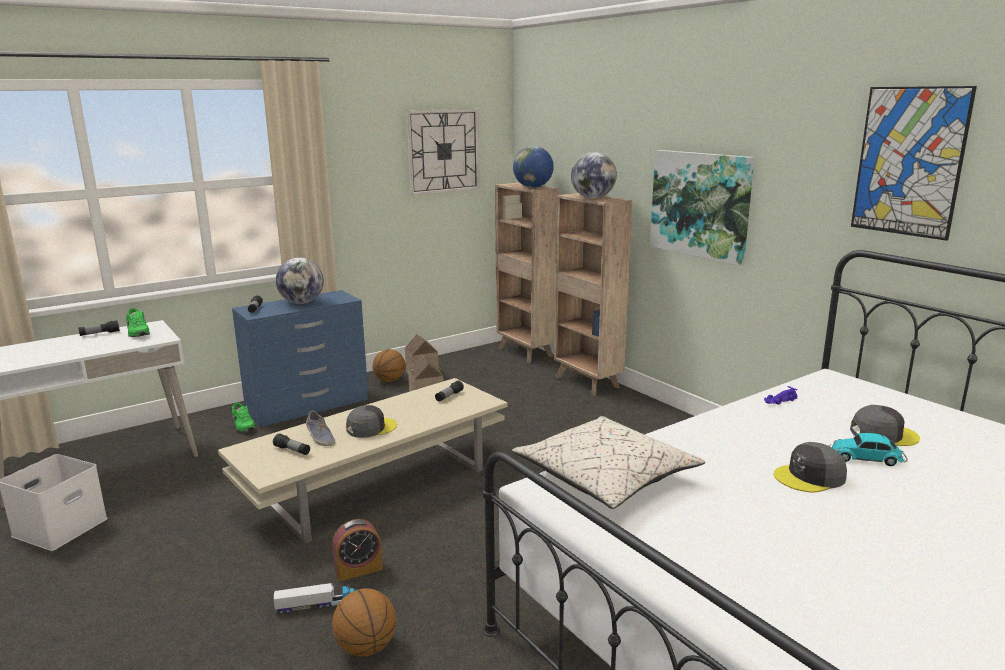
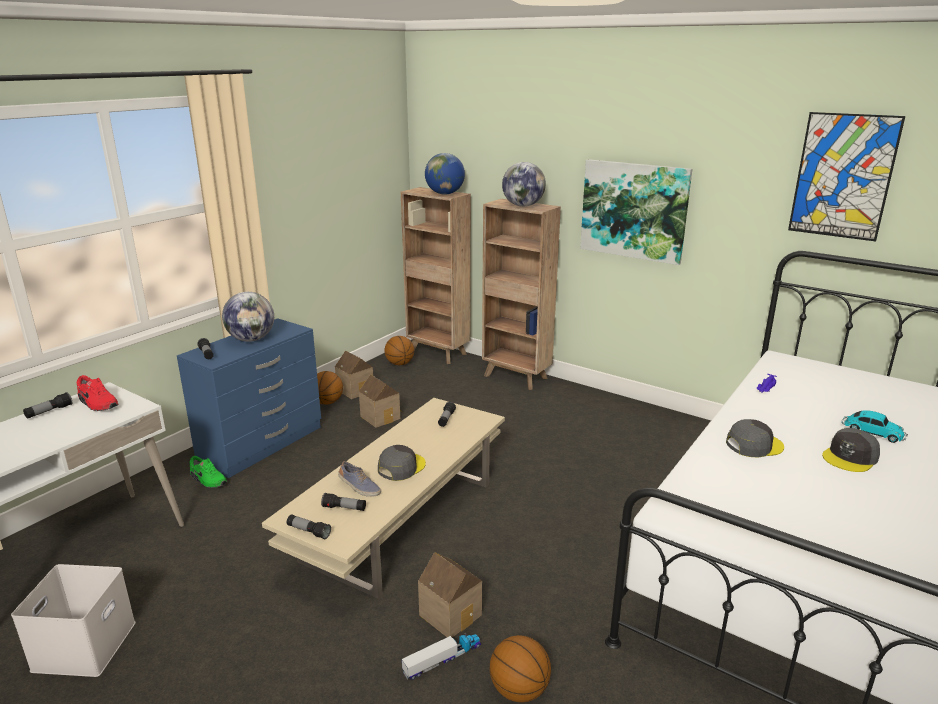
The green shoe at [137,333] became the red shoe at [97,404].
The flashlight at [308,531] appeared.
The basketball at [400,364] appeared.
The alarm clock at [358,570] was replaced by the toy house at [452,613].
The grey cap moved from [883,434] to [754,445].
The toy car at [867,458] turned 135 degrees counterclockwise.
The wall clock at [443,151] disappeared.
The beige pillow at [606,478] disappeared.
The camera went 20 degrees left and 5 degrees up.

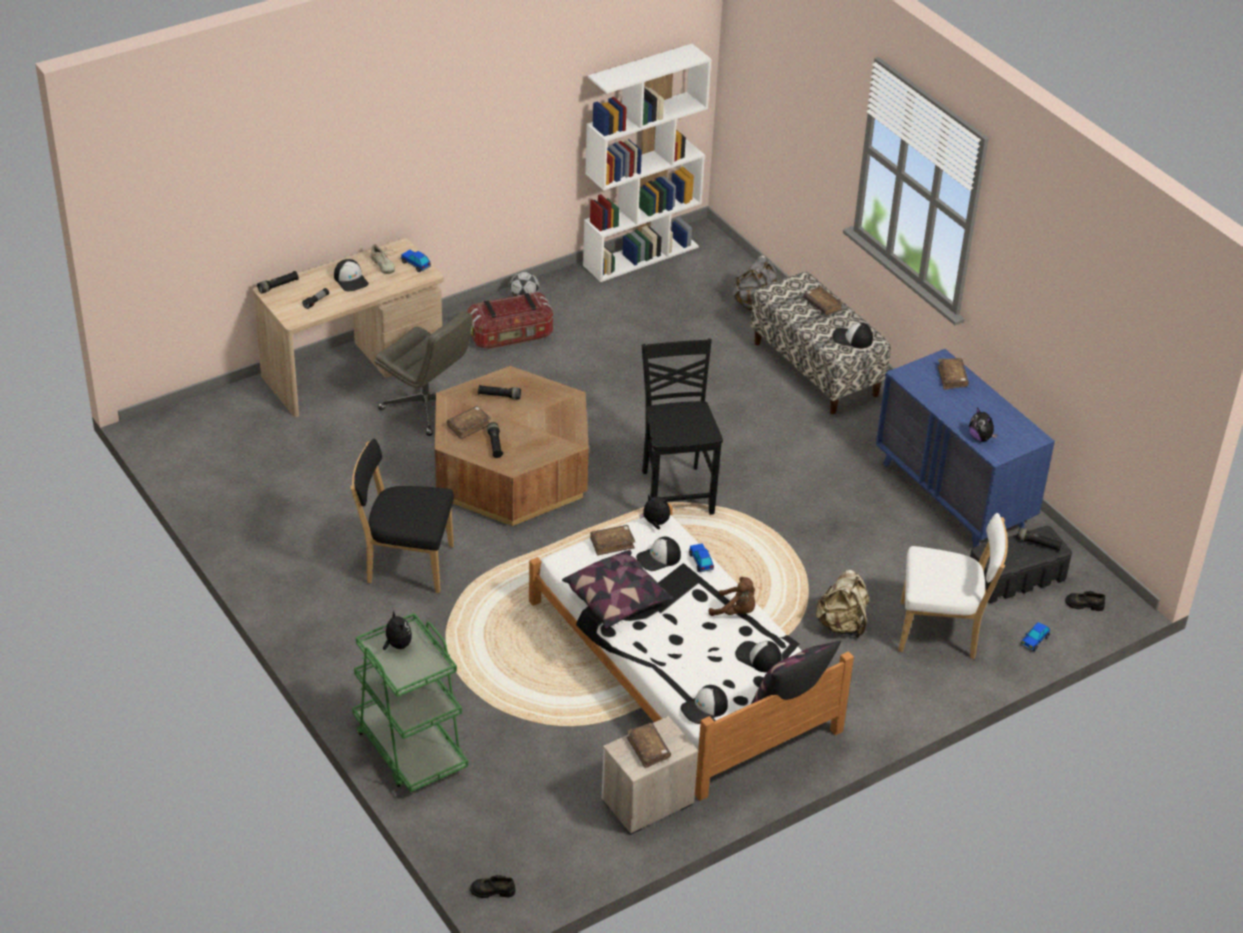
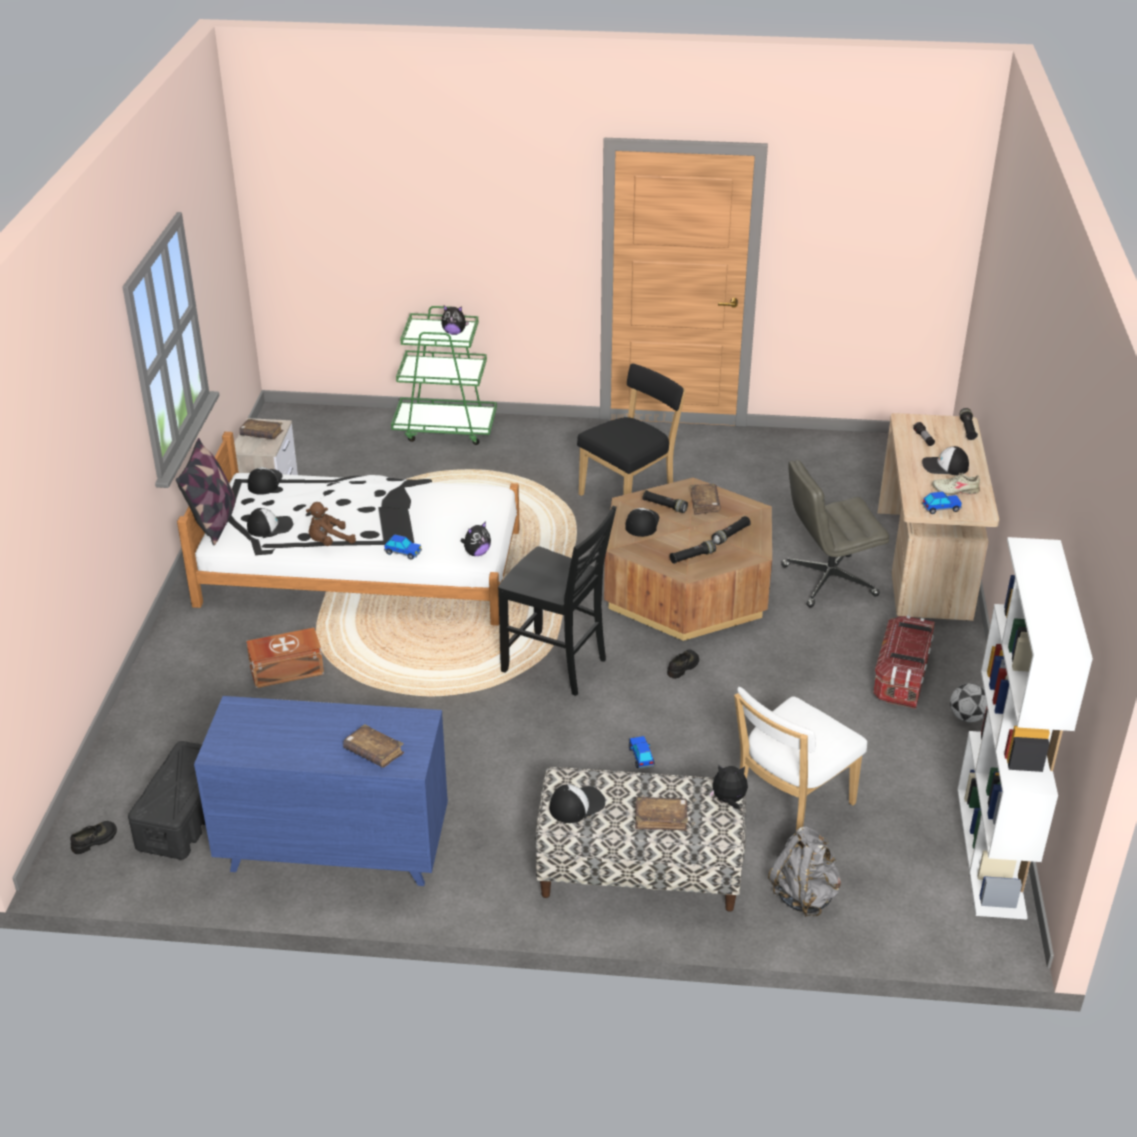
The beige backpack at [842,625] was replaced by the brown storage box at [285,670].
The cap moved from [658,558] to [641,523].
The toy car moved from [1034,641] to [641,757].
The black shoe moved from [492,890] to [683,667].
The black flashlight moved from [1038,544] to [692,557].
The plush toy moved from [980,437] to [728,801].
The white chair moved from [942,631] to [789,807].
The pillow at [617,600] disappeared.
The brown book at [612,543] disappeared.
The camera went 130 degrees right and 5 degrees down.

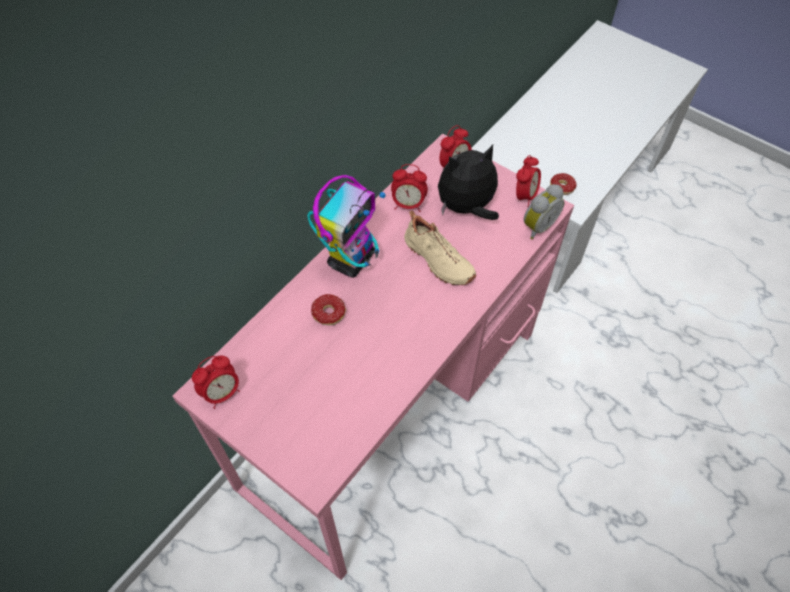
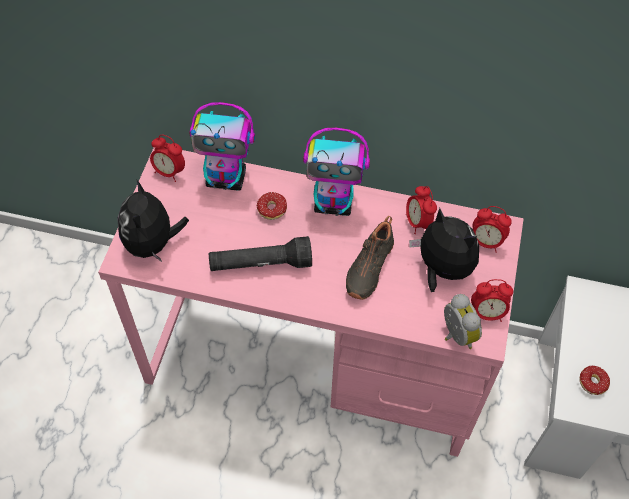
The plush toy at [153,244] appeared.
The toy robot at [227,179] appeared.
The black flashlight at [260,264] appeared.
The beige shoe at [437,260] became the black shoe at [368,267].
The alarm clock at [537,226] turned 135 degrees counterclockwise.
The camera went 65 degrees right and 0 degrees up.

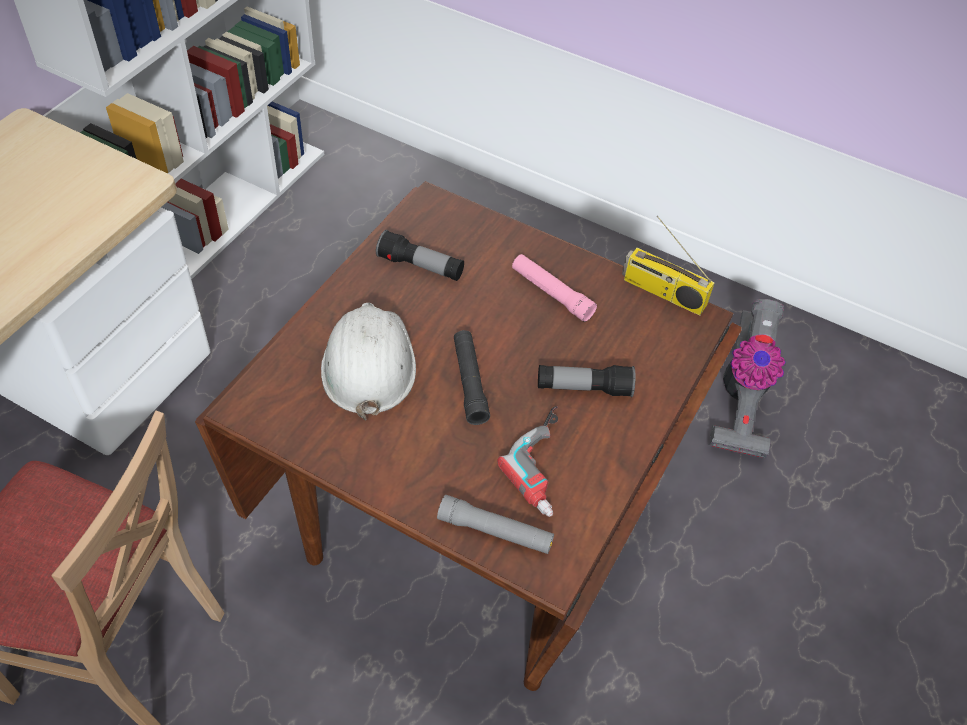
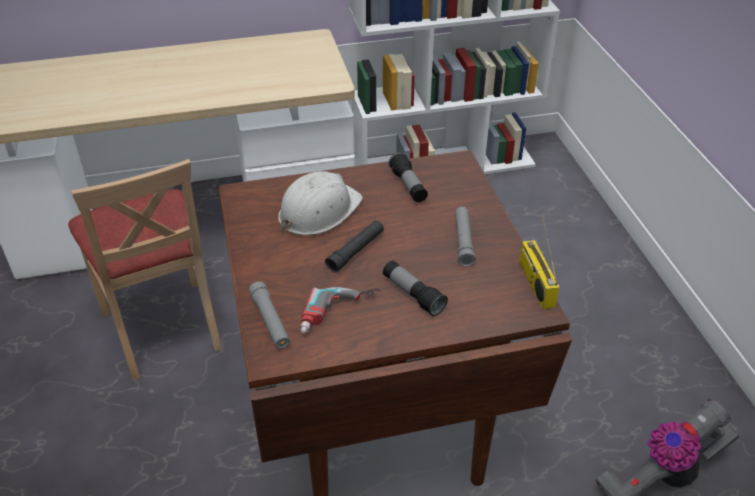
The pink flashlight at [551,293] became the grey flashlight at [463,241].
The camera went 50 degrees right and 10 degrees down.

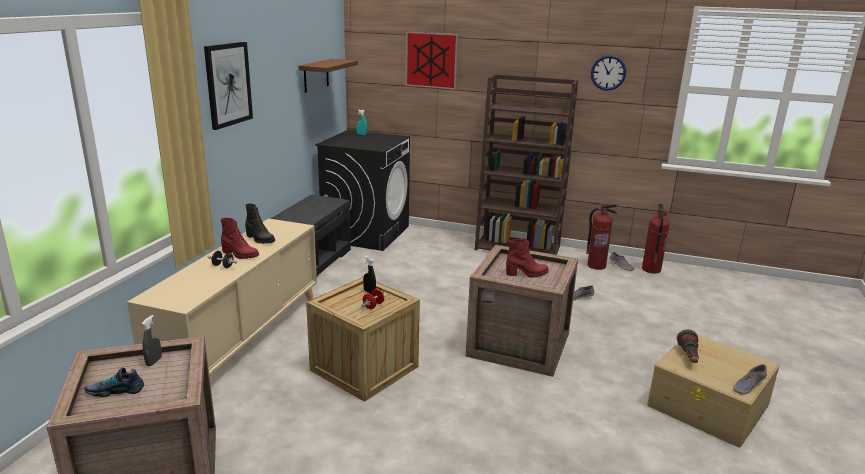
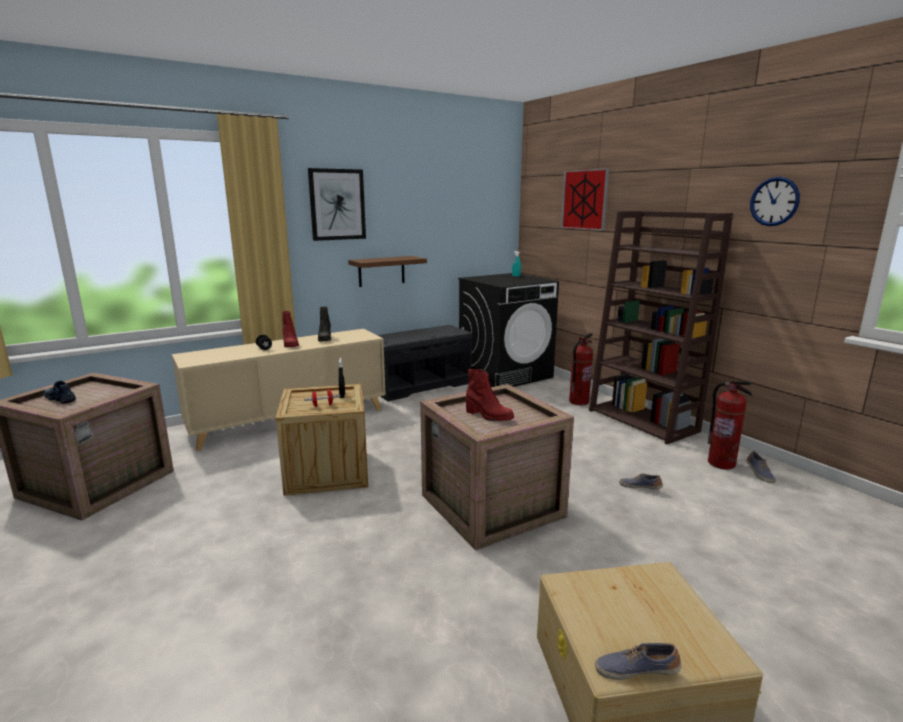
The brown shelf moved from [316,75] to [381,271].
The fire extinguisher moved from [651,269] to [579,402].
The grey spray bottle at [154,362] disappeared.
The flashlight at [688,357] disappeared.
The camera went 40 degrees right and 5 degrees down.

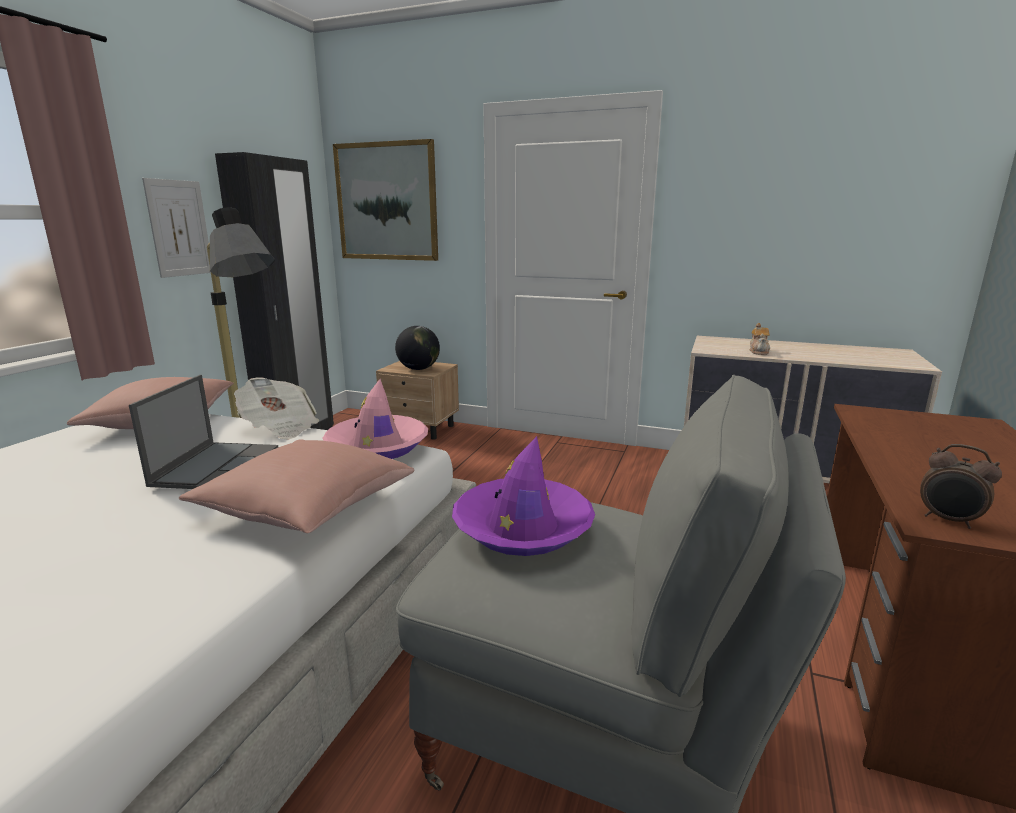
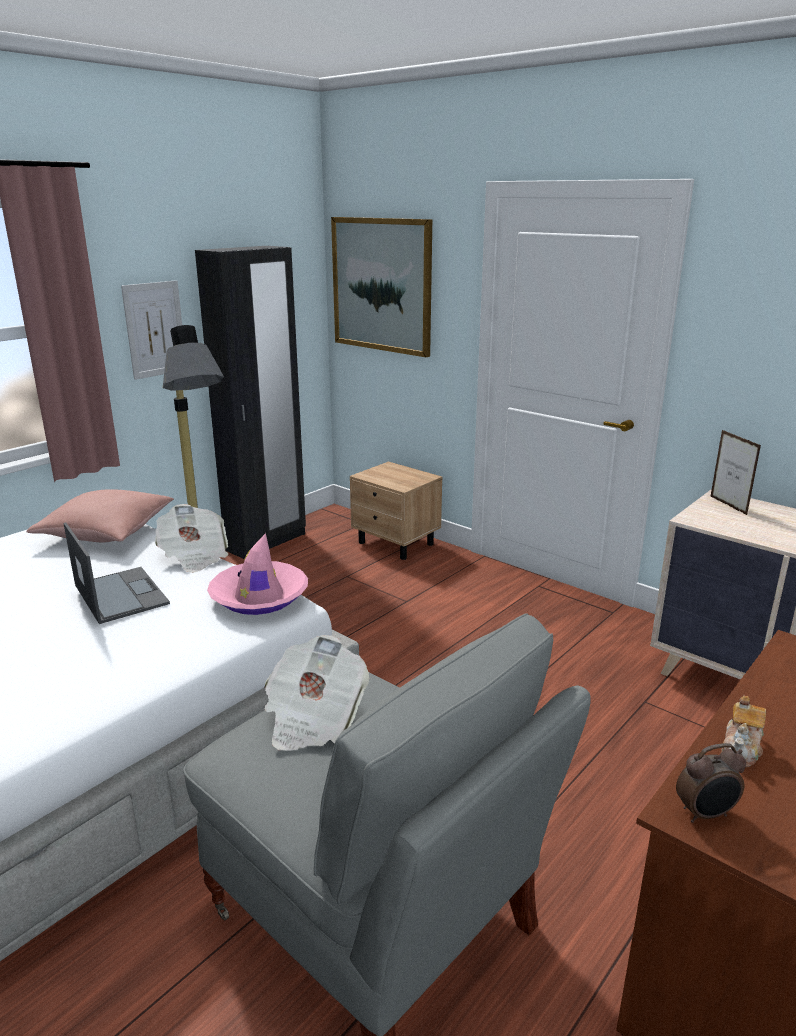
The laptop at [217,465] turned 60 degrees counterclockwise.
The purple hat at [523,527] was replaced by the newspaper at [313,718].
The alarm clock at [948,520] turned 75 degrees counterclockwise.
The picture frame at [728,505] appeared.
The teapot moved from [759,352] to [741,750].
The pink pillow at [306,508] disappeared.
The globe at [418,369] disappeared.
The camera went 20 degrees right and 5 degrees up.

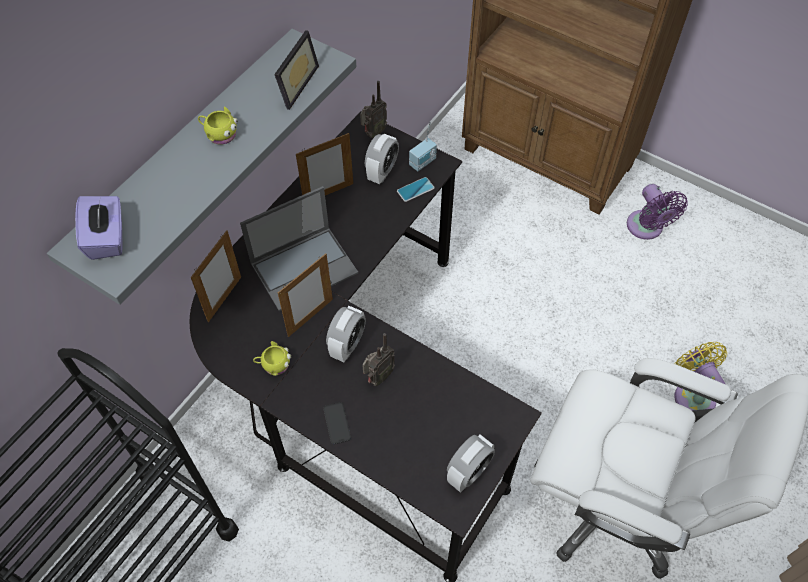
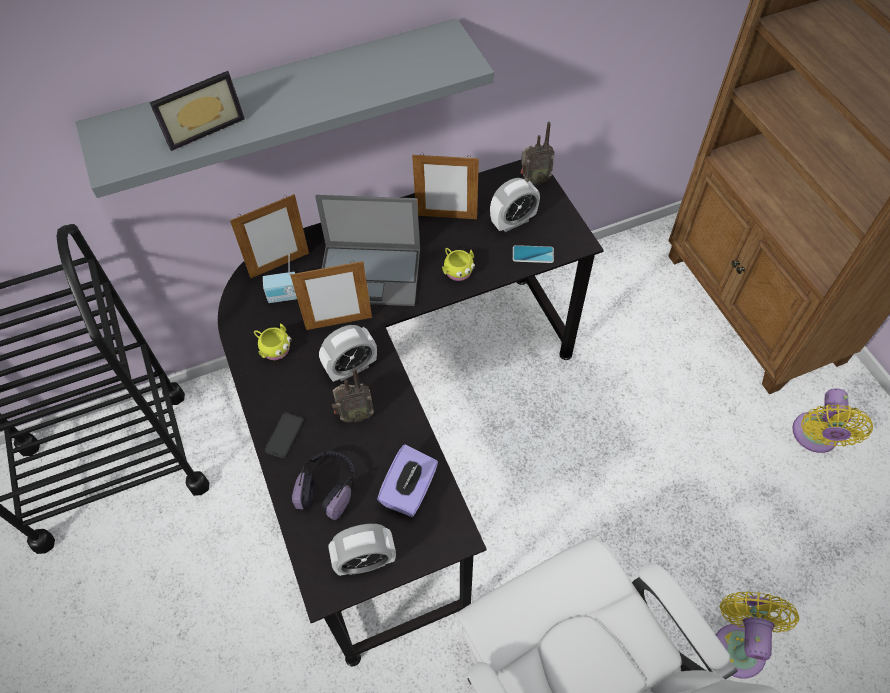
The picture frame moved from [293,84] to [202,126].
The radio moved from [423,163] to [284,297].
The headphones at [328,488] appeared.
The purple tissue box moved from [107,238] to [409,490].
The yellow mug moved from [219,134] to [457,269].
The purple fan at [646,228] became the yellow fan at [815,437].
The camera went 35 degrees right and 0 degrees up.

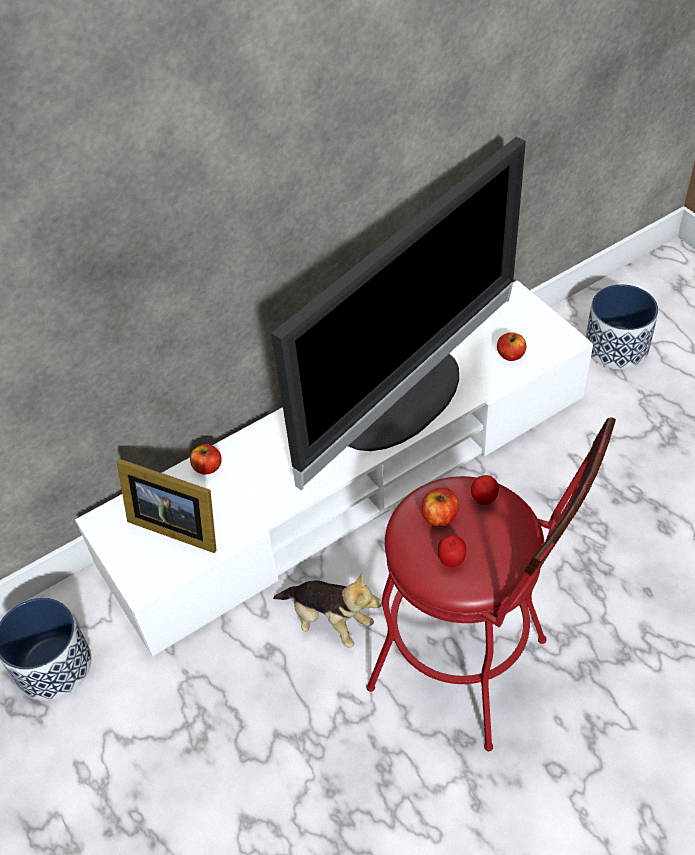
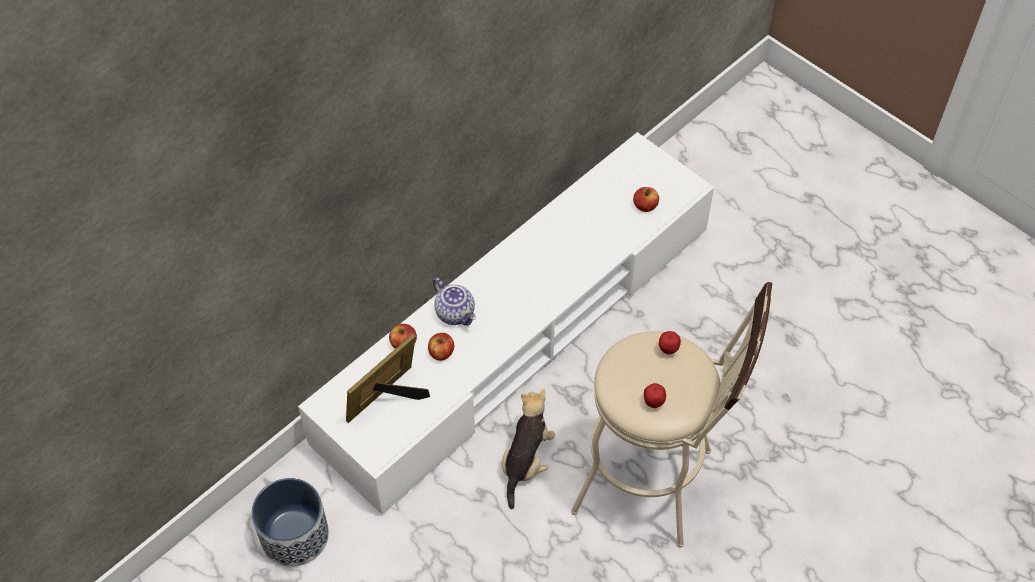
The picture frame at [174,524] turned 120 degrees clockwise.
The apple moved from [439,516] to [441,352].
The teapot at [456,313] appeared.
The plush toy at [329,621] turned 90 degrees counterclockwise.
The red stool at [472,670] became the beige stool at [655,484].
The television at [404,402] disappeared.
The planter at [616,347] disappeared.
The camera went 15 degrees left and 5 degrees up.

